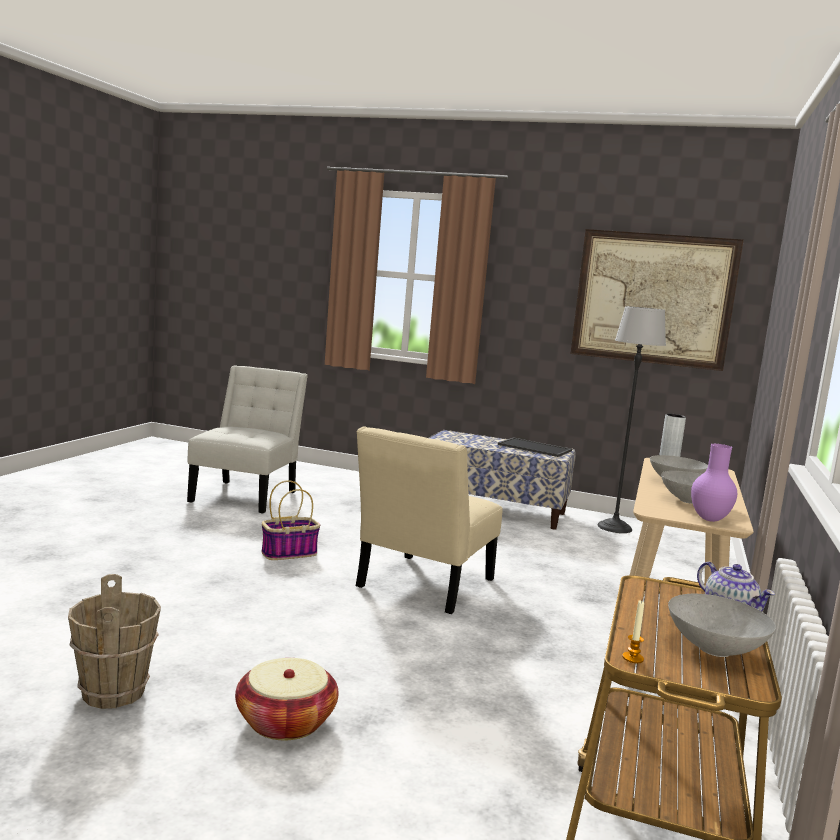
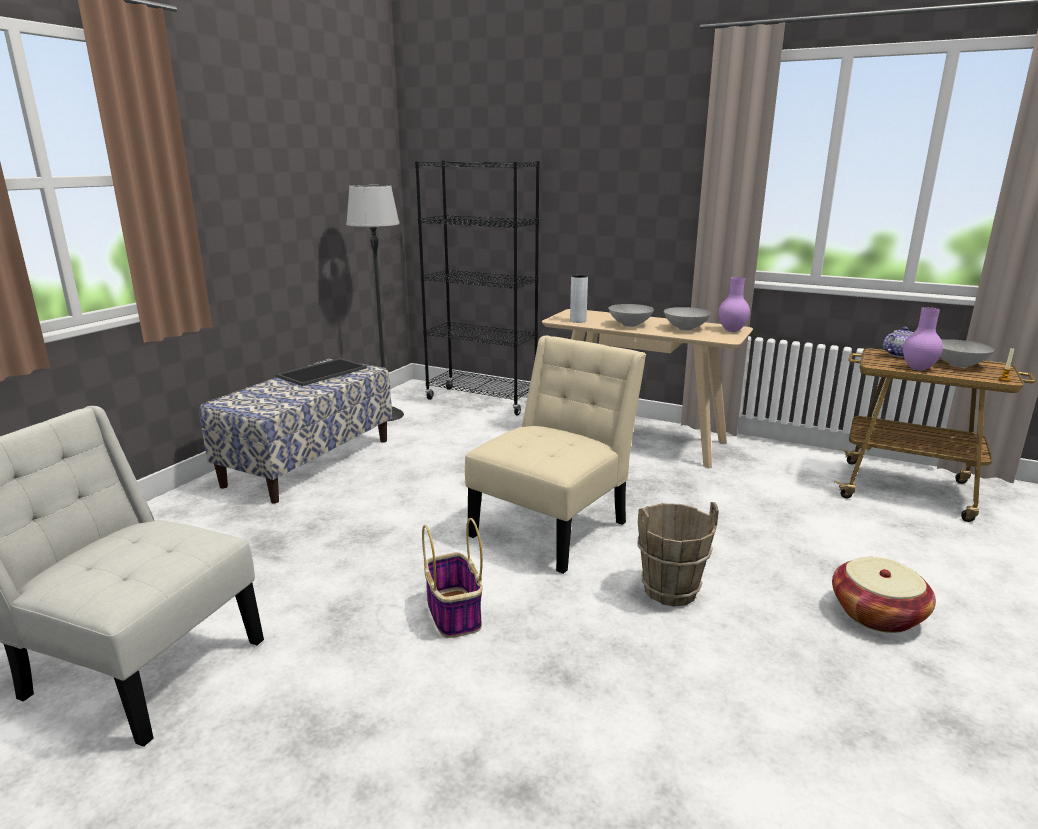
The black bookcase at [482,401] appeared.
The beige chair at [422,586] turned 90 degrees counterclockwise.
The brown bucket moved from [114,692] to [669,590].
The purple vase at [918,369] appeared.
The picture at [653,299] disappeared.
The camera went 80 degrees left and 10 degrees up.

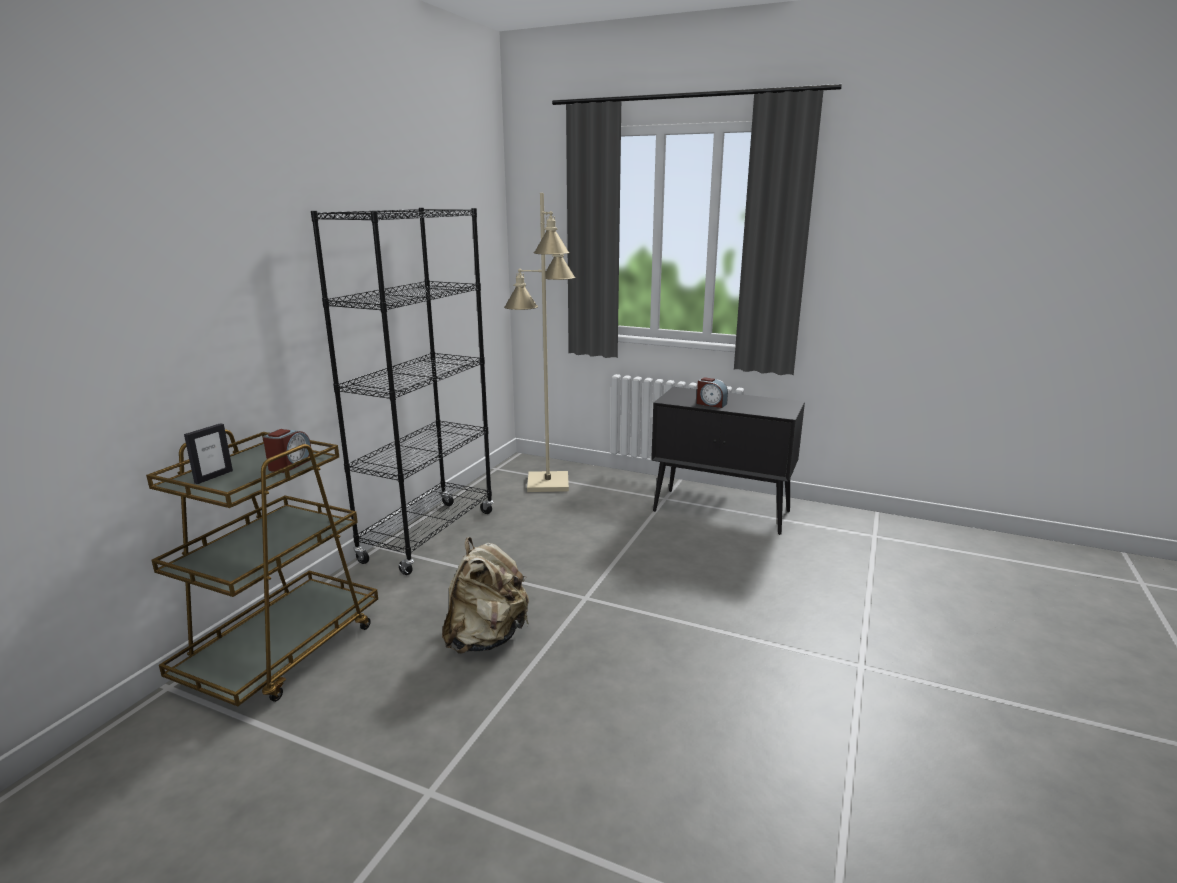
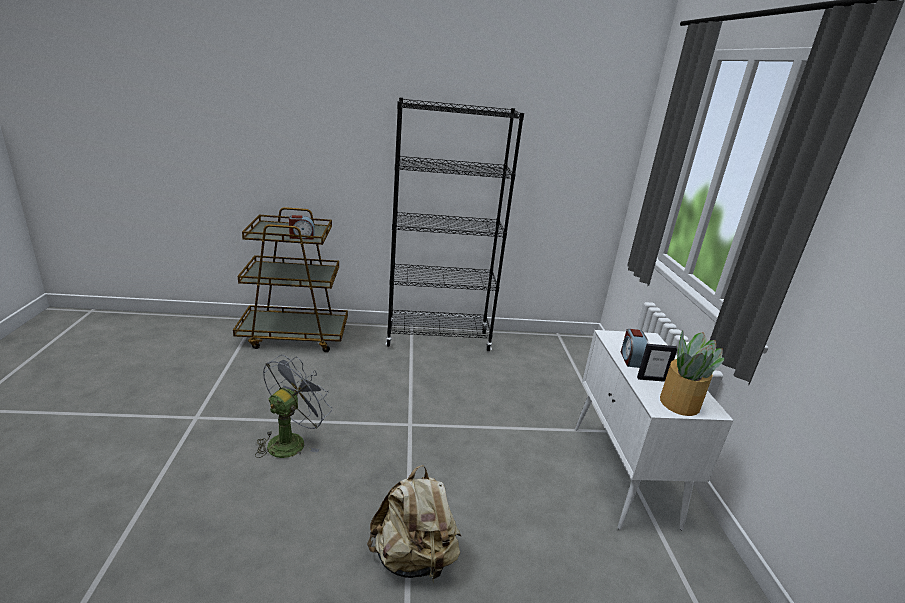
The grey fan at [291,440] appeared.
The beige backpack moved from [486,638] to [414,558].
The black cabinet at [722,511] became the white cabinet at [623,475].
The picture frame moved from [213,476] to [651,379].
The potted plant at [680,402] appeared.
The beige floor lamp at [547,483] disappeared.
The camera went 60 degrees right and 5 degrees up.

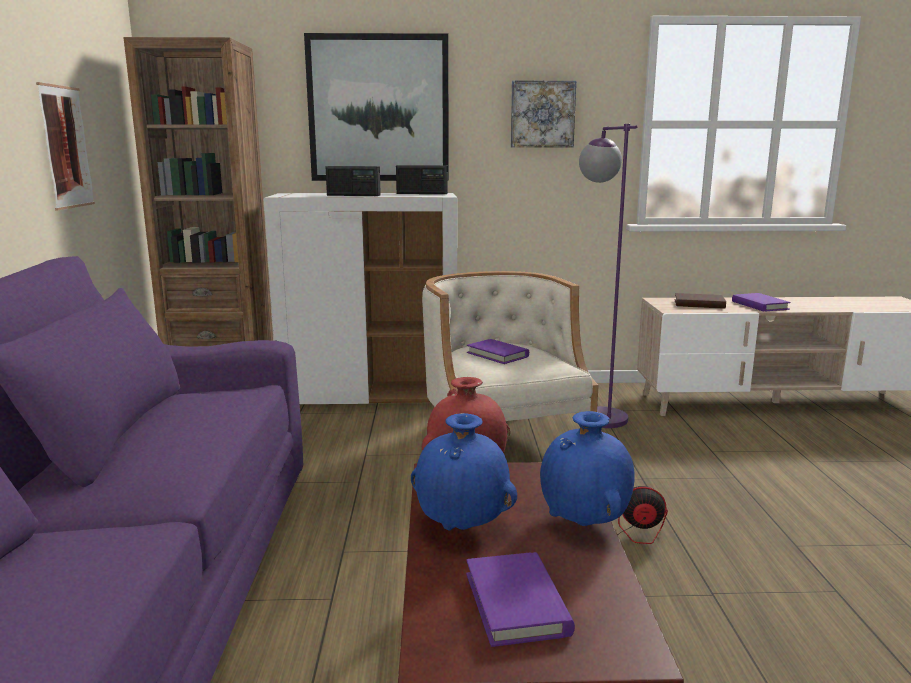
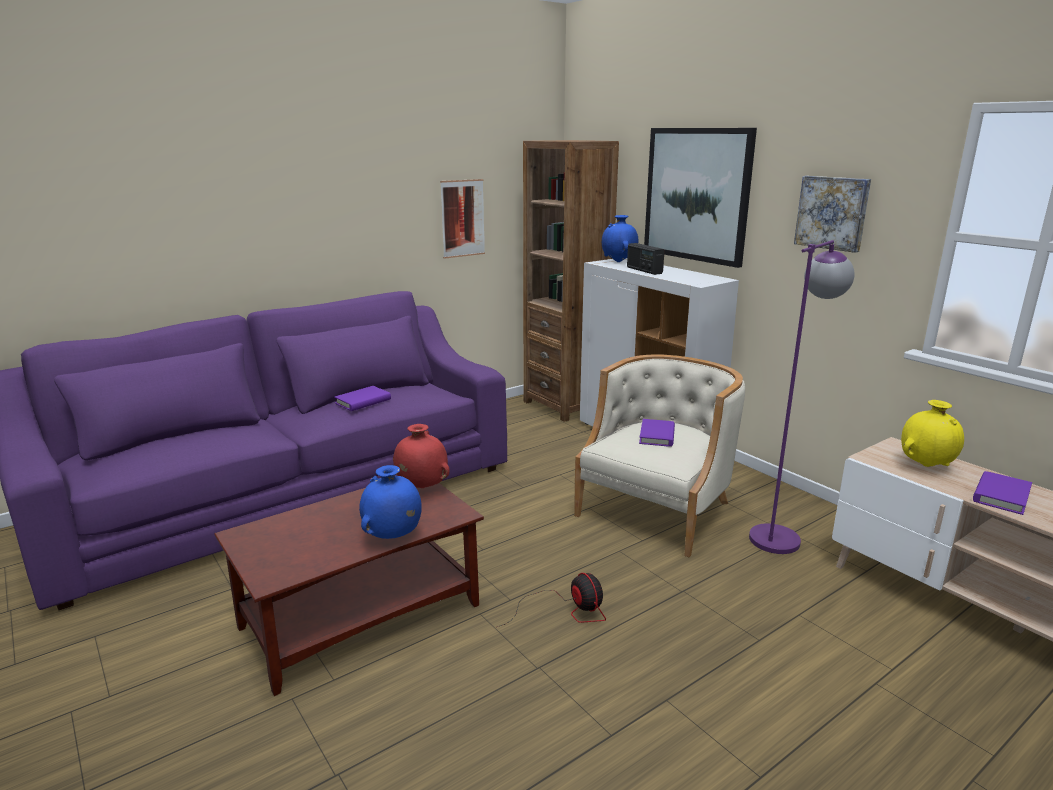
The purple book moved from [516,603] to [363,401].
The blue vase moved from [463,527] to [619,262].
The brown book at [699,304] was replaced by the yellow vase at [926,465].
The radio at [422,193] disappeared.
The camera went 55 degrees right and 5 degrees up.

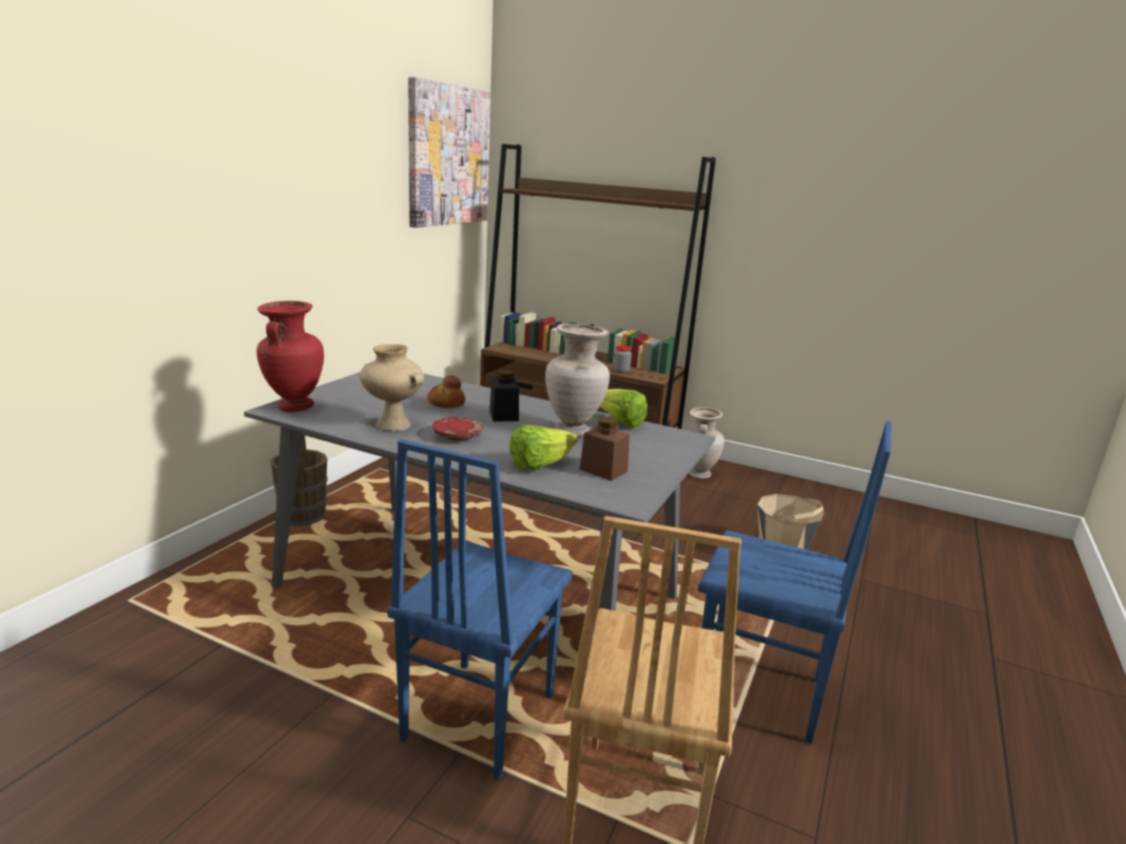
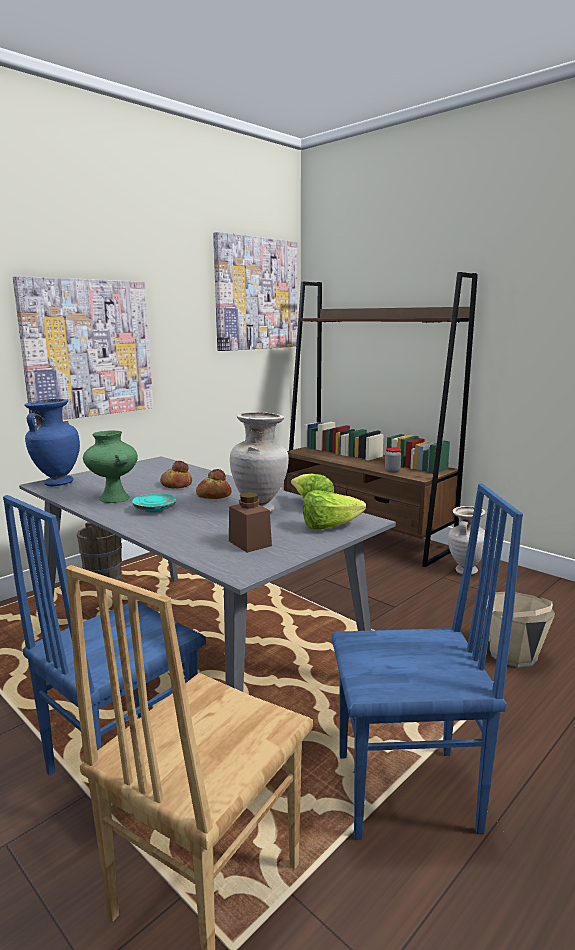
The picture at [88,348] appeared.
The red vase at [294,407] became the blue vase at [57,483].
The beige vase at [392,425] became the green vase at [113,498].
The red plate at [457,436] became the turquoise plate at [155,509].
The black jar at [503,415] was replaced by the bread at [213,495].
The lettuce moved from [539,465] to [329,527].
The blue chair at [759,693] turned 45 degrees counterclockwise.
The camera went 20 degrees right and 5 degrees down.

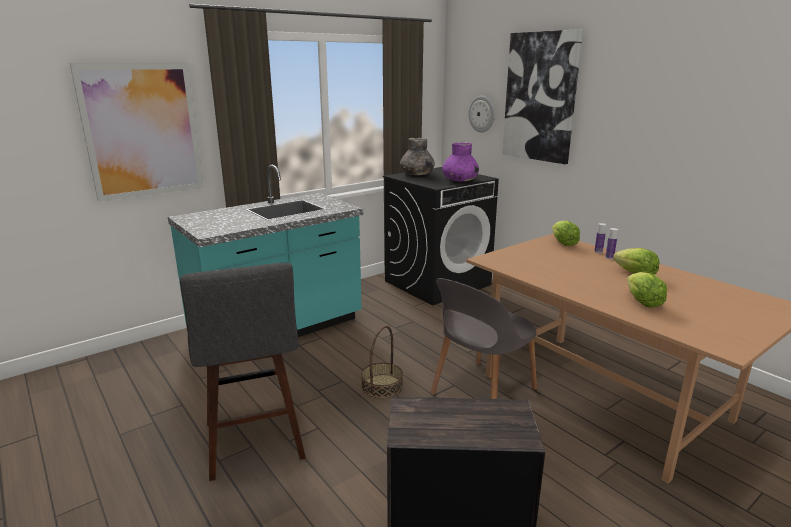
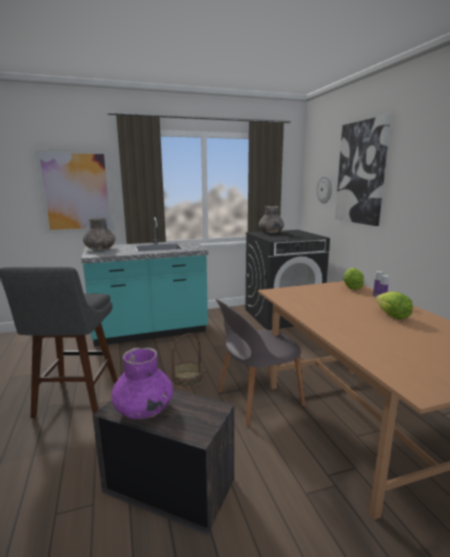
The grey vase at [100,249] appeared.
The purple vase moved from [460,180] to [143,409].
The lettuce at [642,302] disappeared.
The camera went 20 degrees right and 5 degrees down.

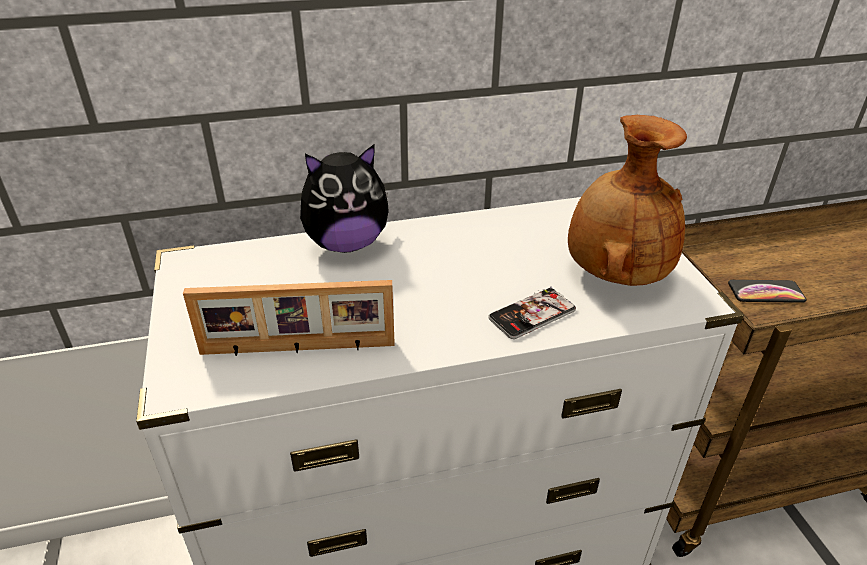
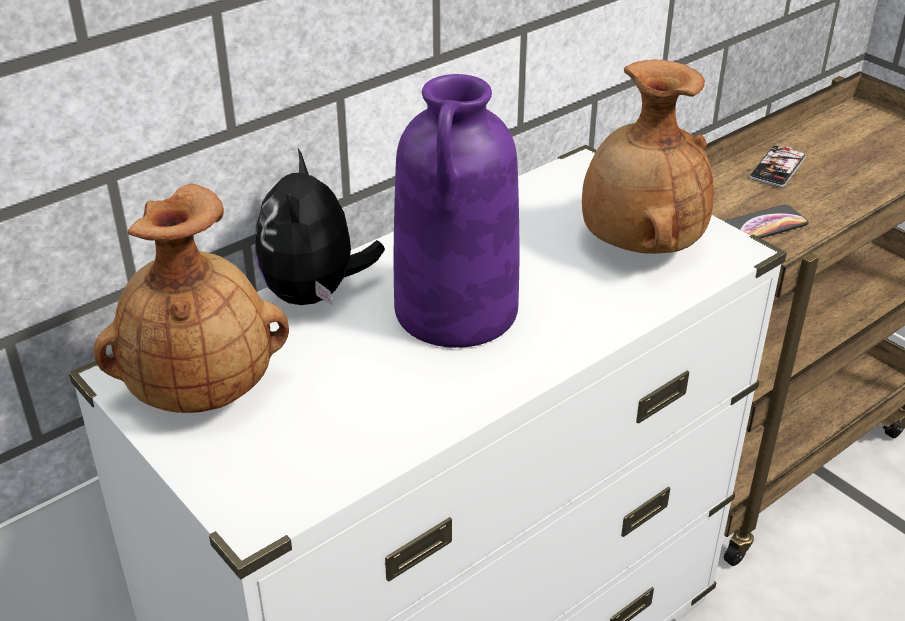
The brown vase at [201,388] appeared.
The plush toy at [346,244] turned 135 degrees clockwise.
The purple vase at [457,312] appeared.
The phone moved from [532,314] to [777,168].
The picture frame at [298,349] disappeared.
The camera went 25 degrees left and 0 degrees up.

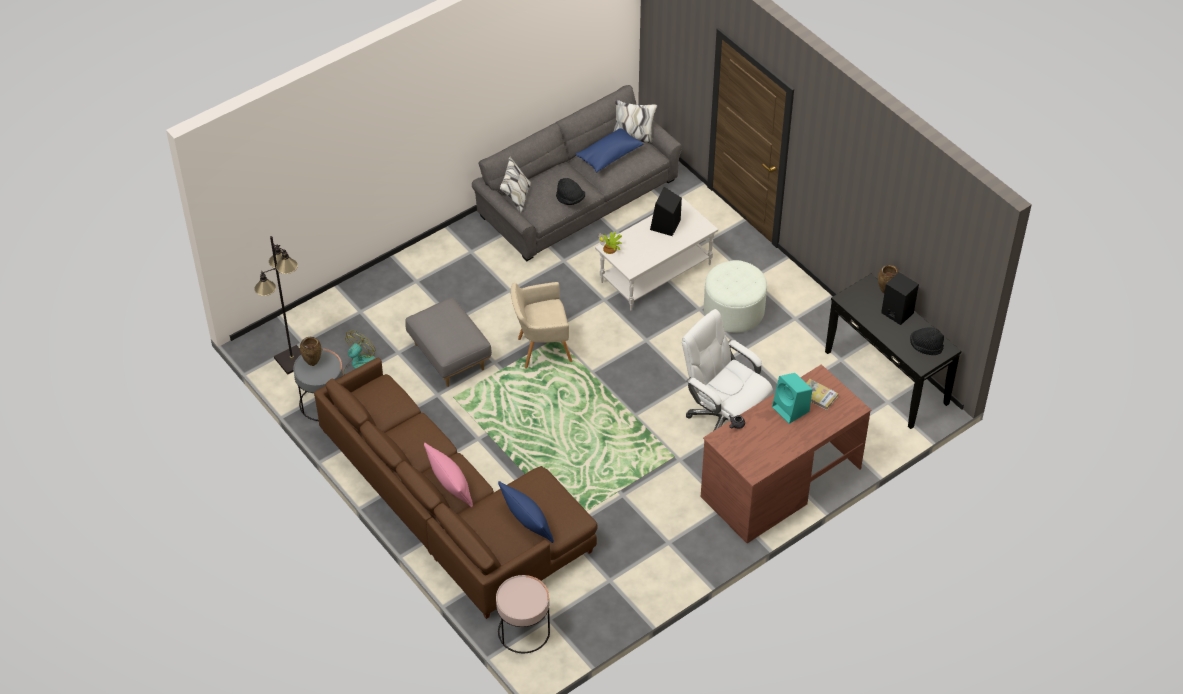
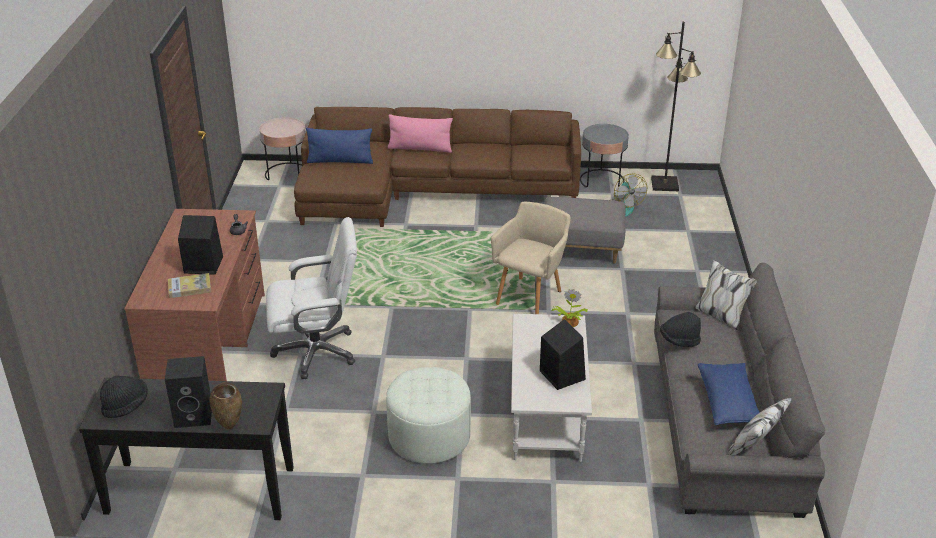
The turquoise speaker at [791,409] became the black speaker at [202,265].
The brown vase at [313,363] disappeared.
The camera went 130 degrees right and 15 degrees down.

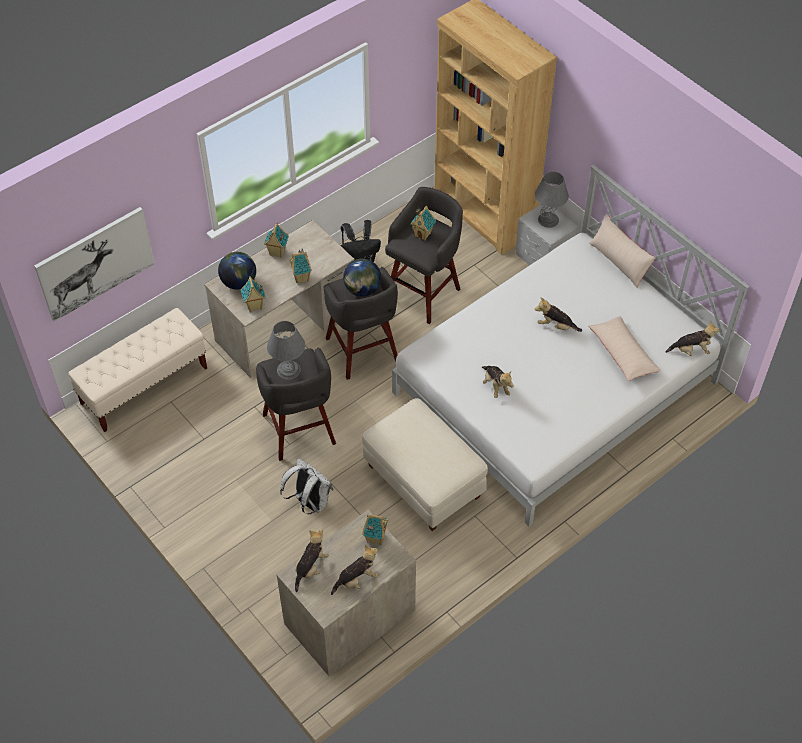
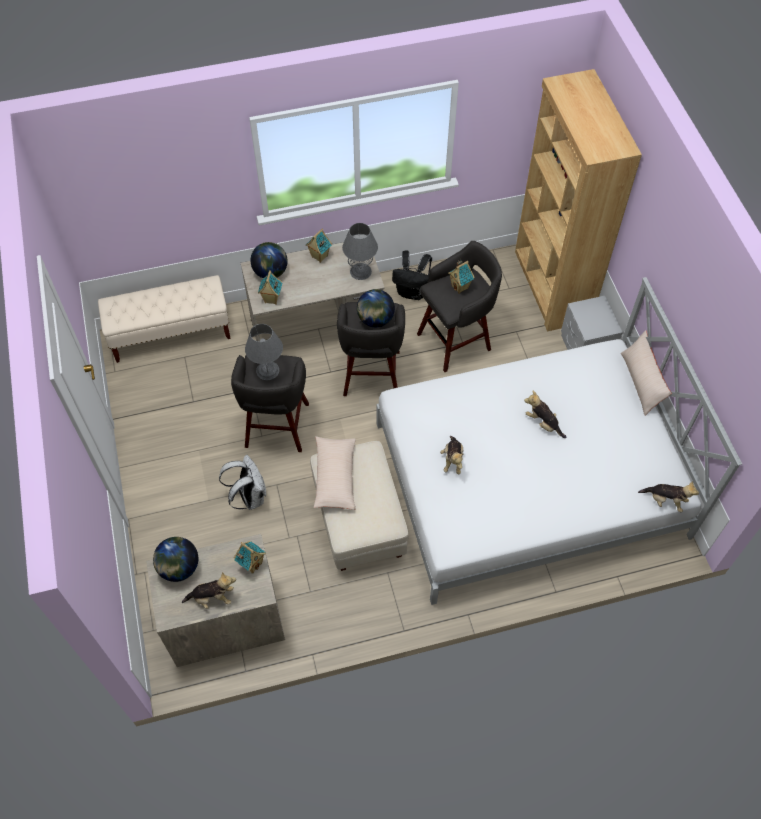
The plush toy at [310,567] was replaced by the globe at [179,568].
The beige pillow moved from [622,353] to [335,477].
The grey table lamp moved from [548,219] to [360,271].
The picture at [95,263] disappeared.
The toy house at [302,278] disappeared.
The camera went 25 degrees right and 5 degrees up.

